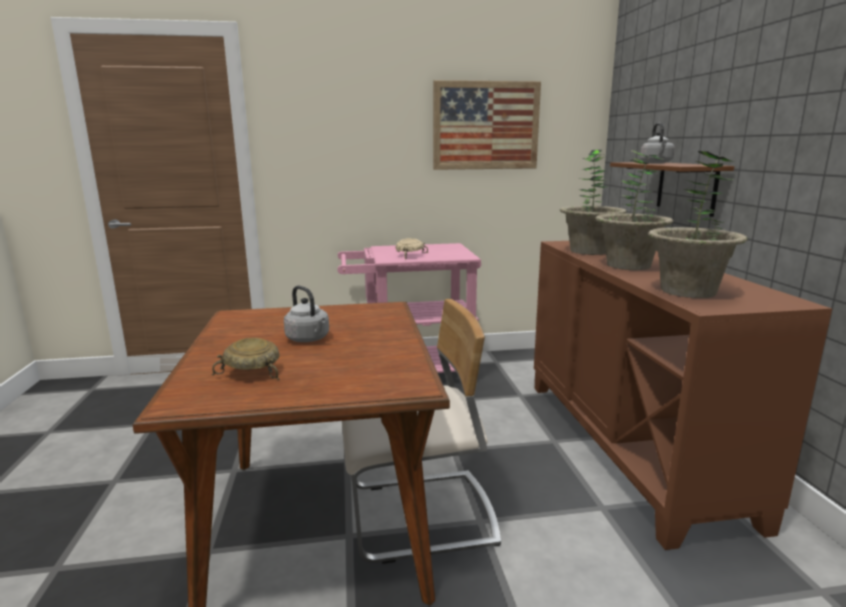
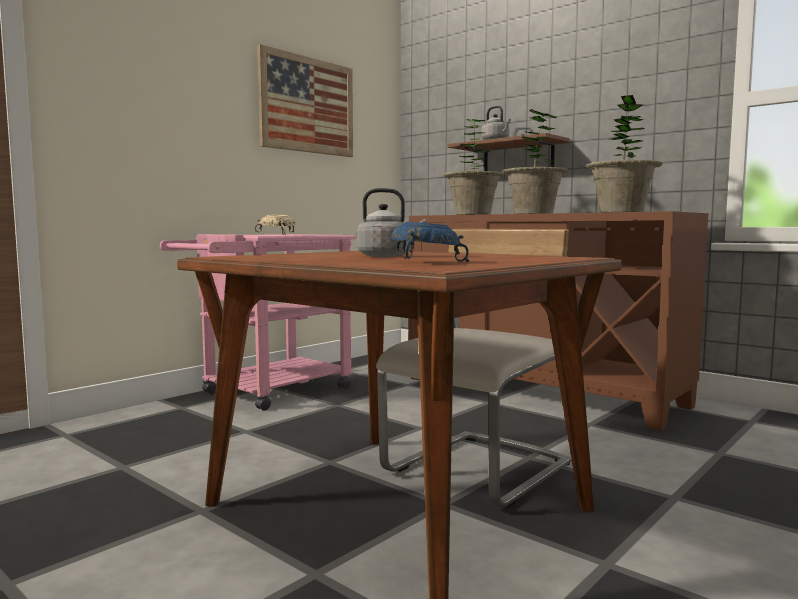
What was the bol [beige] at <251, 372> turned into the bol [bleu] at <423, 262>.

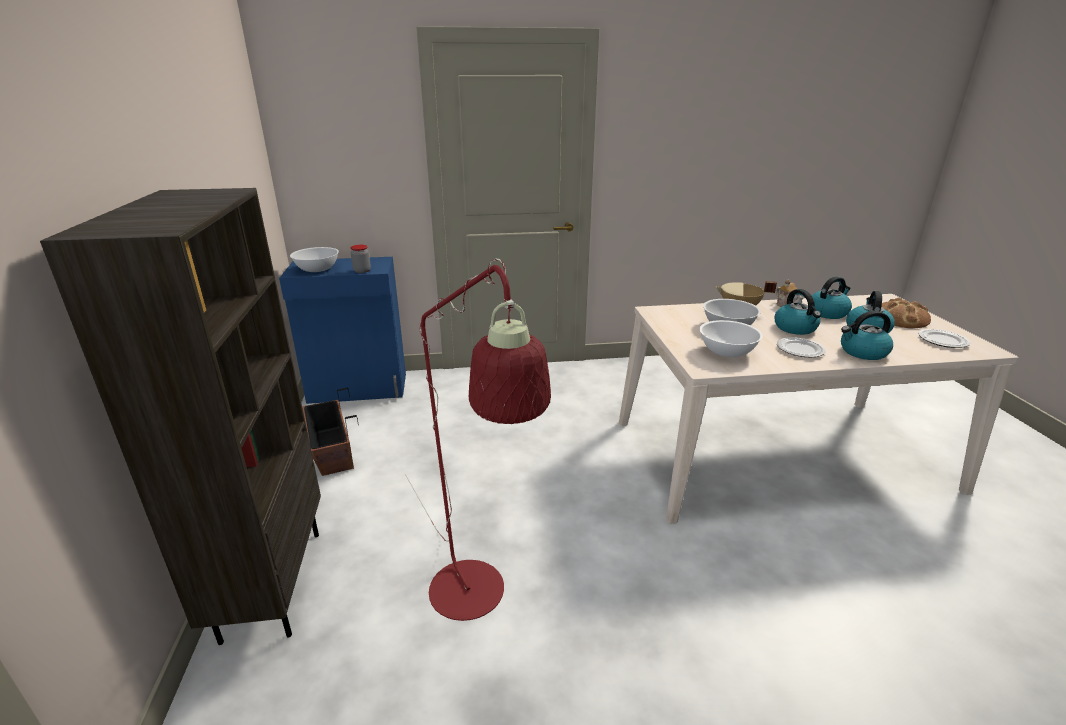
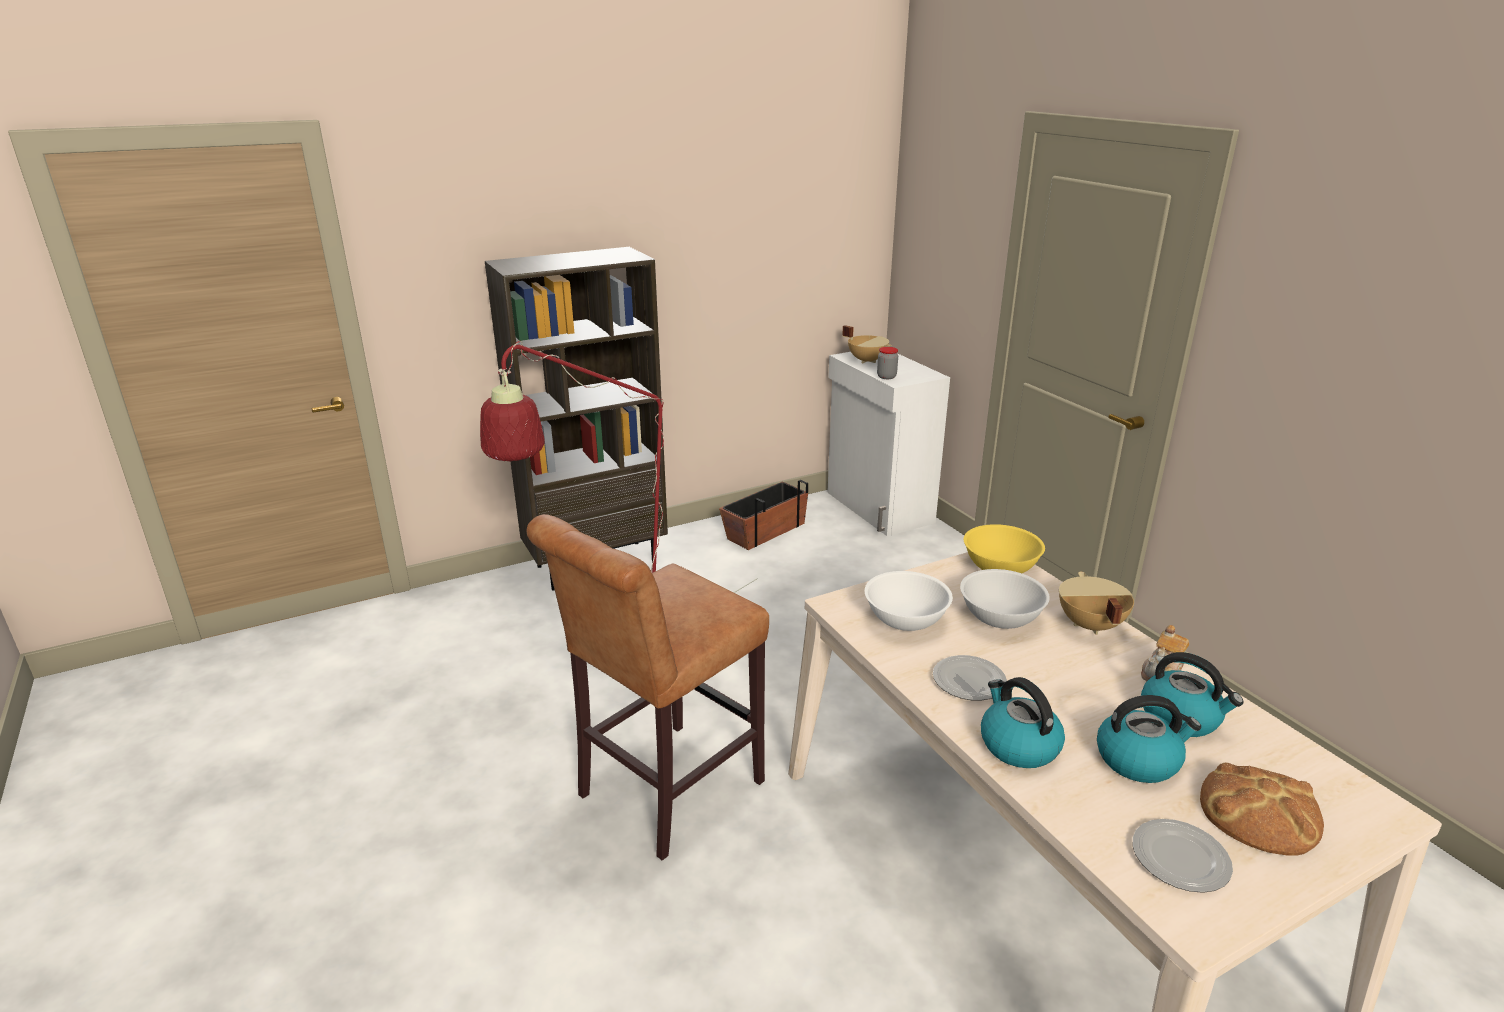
Where the bol [blanc] stood at <317, 269>, the marmite [beige] came to stand at <867, 360>. What was the meuble de rangement [bleu] at <358, 389> turned into the meuble de rangement [blanc] at <878, 508>. The second view lost the bouilloire at <796, 328>. The second view gained the tabouret [marron] at <663, 793>. The second view gained the bol [jaune] at <1000, 567>.

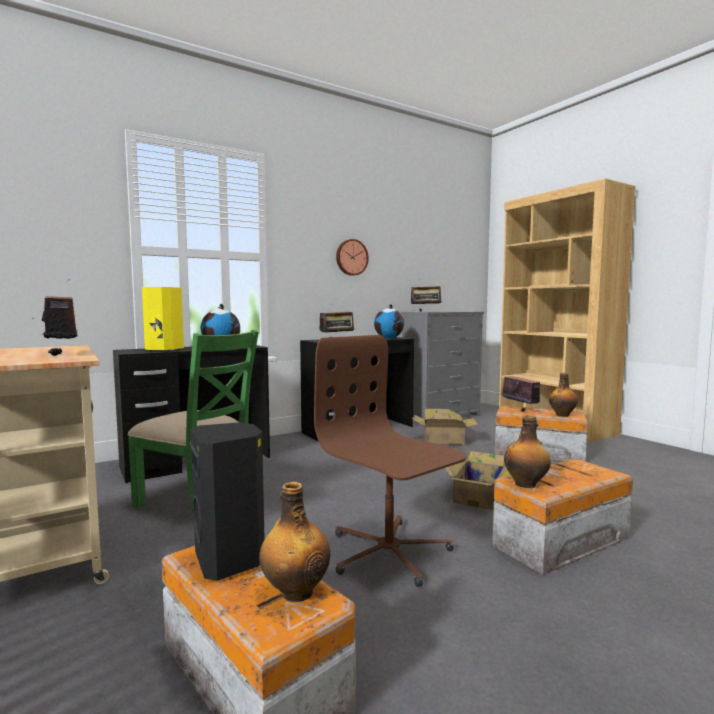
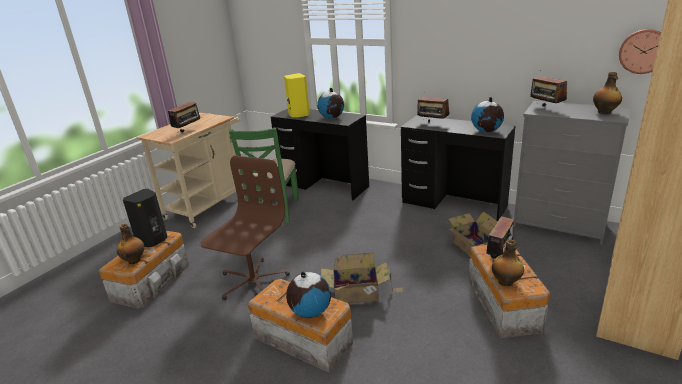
The horloge murale ended up elsewhere, having gone from <351, 257> to <644, 51>. The bouteille ended up elsewhere, having gone from <526, 484> to <604, 112>. The second view gained the globe at <310, 311>.

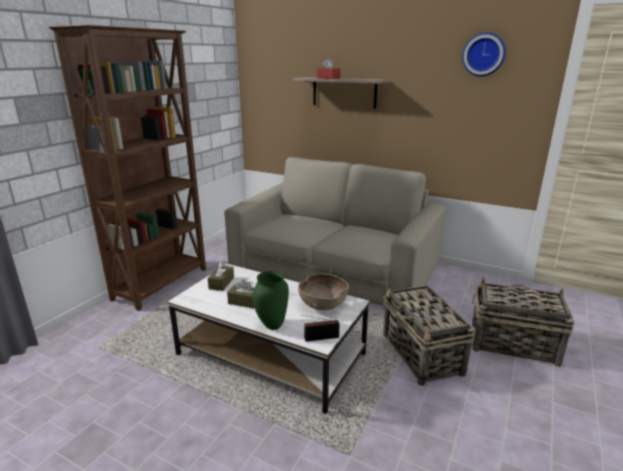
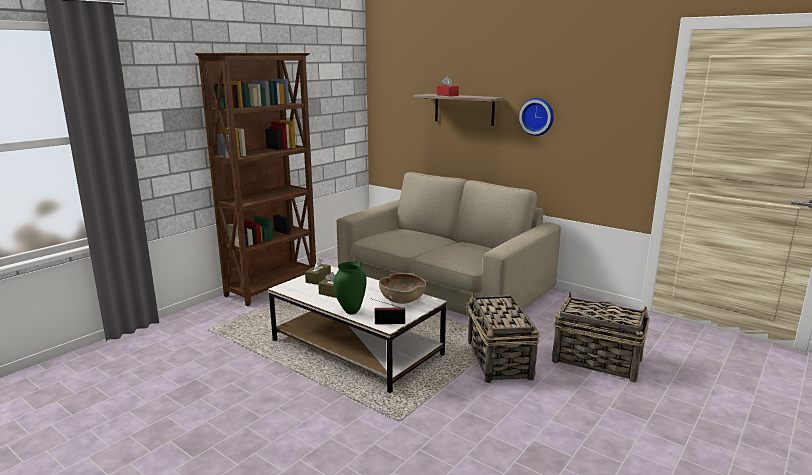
The horloge murale ended up elsewhere, having gone from <484, 54> to <537, 116>.

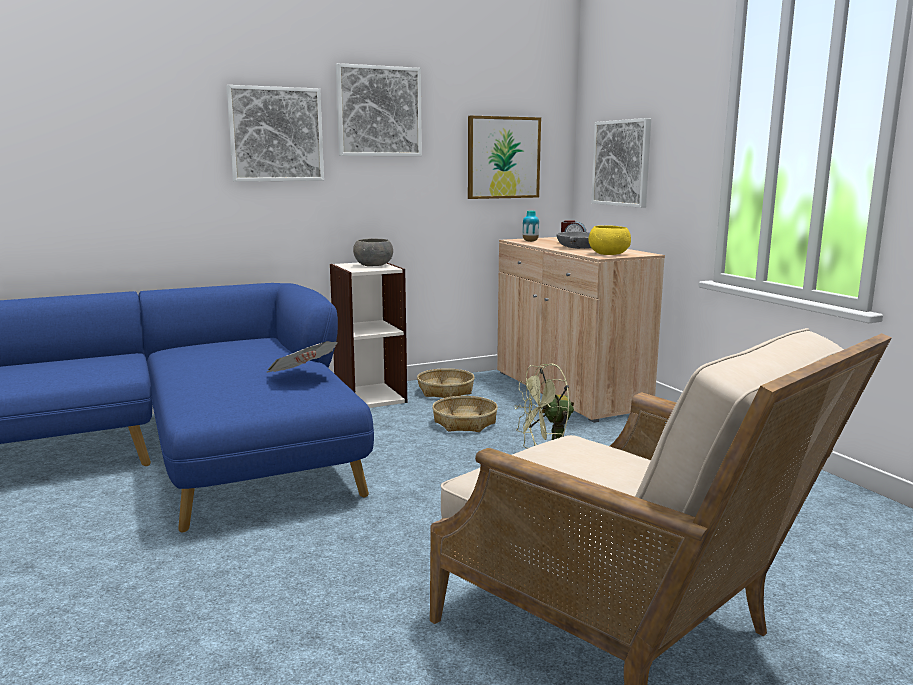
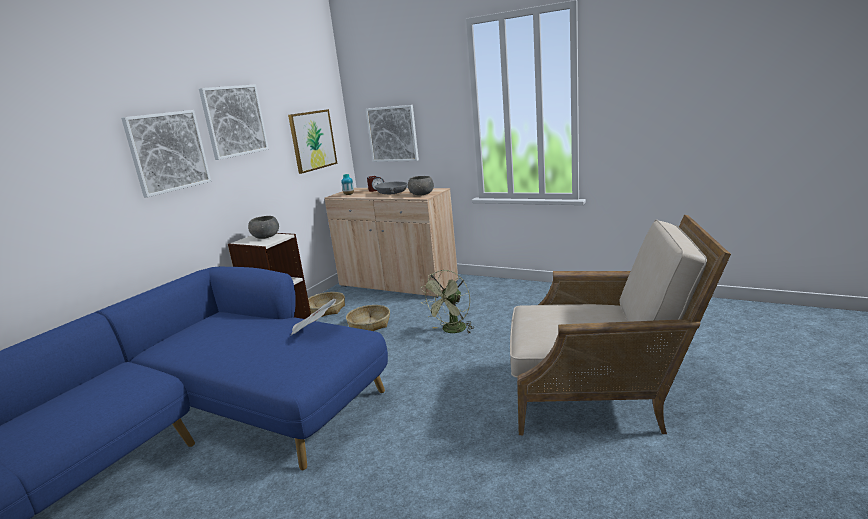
What was the bol [jaune] at <609, 254> turned into the bol [gris] at <422, 194>.

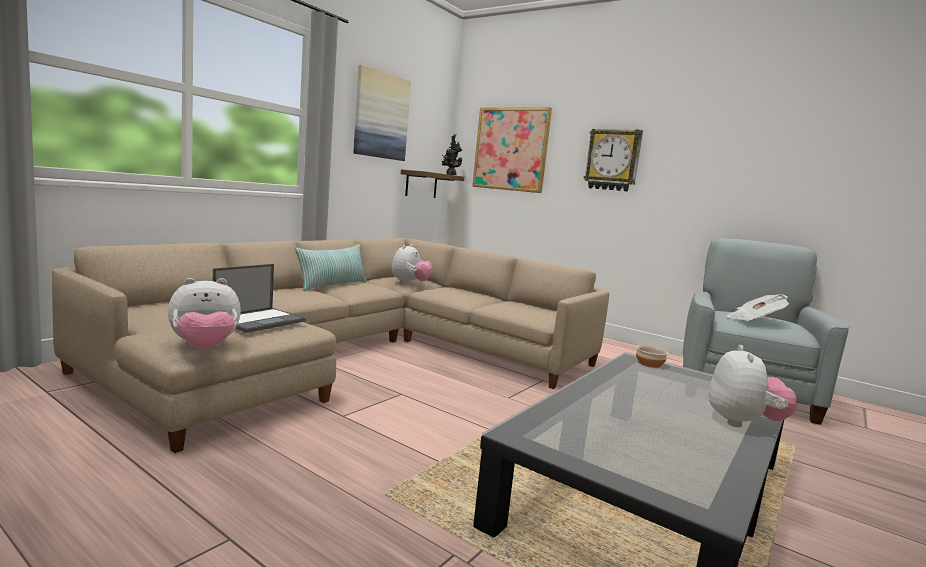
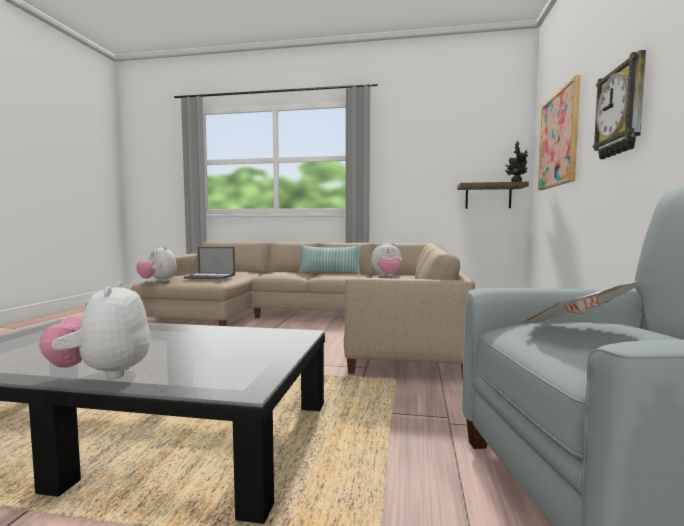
The second view lost the tableau at <381, 116>. The second view lost the bol at <649, 364>. The peluche at <743, 423> ended up facing another way, 90 degrees clockwise from before.

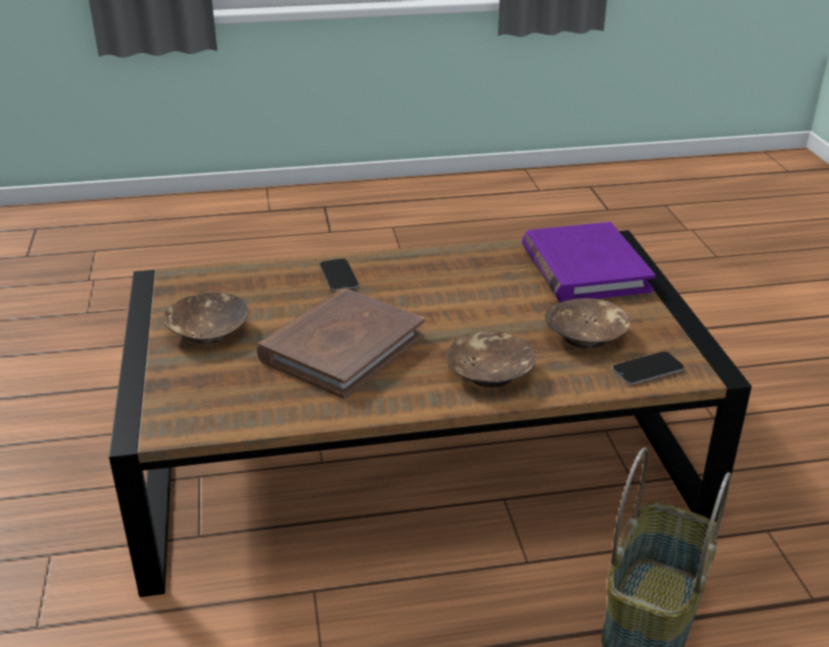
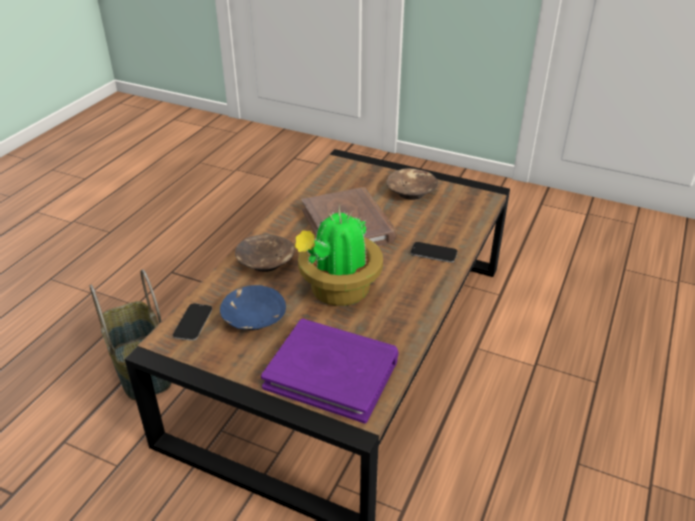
What was the bol [marron] at <586, 336> turned into the bol [bleu] at <253, 318>. The second view gained the plante en pot at <338, 291>.

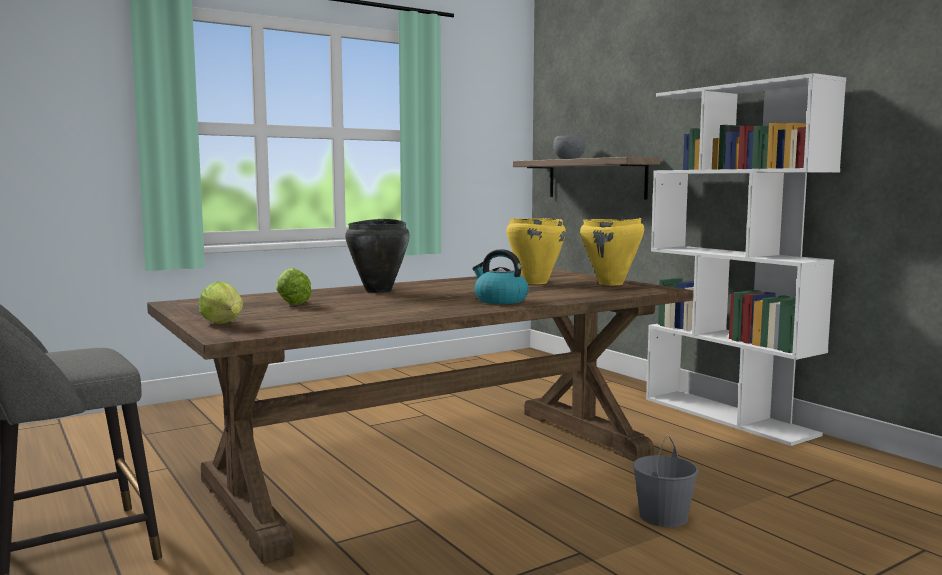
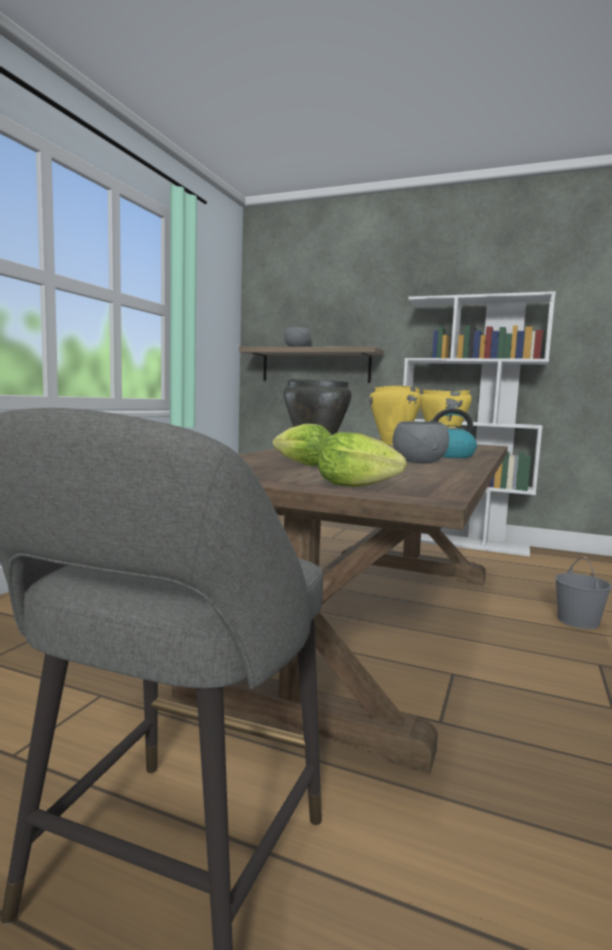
The second view gained the bol [gris] at <418, 462>.

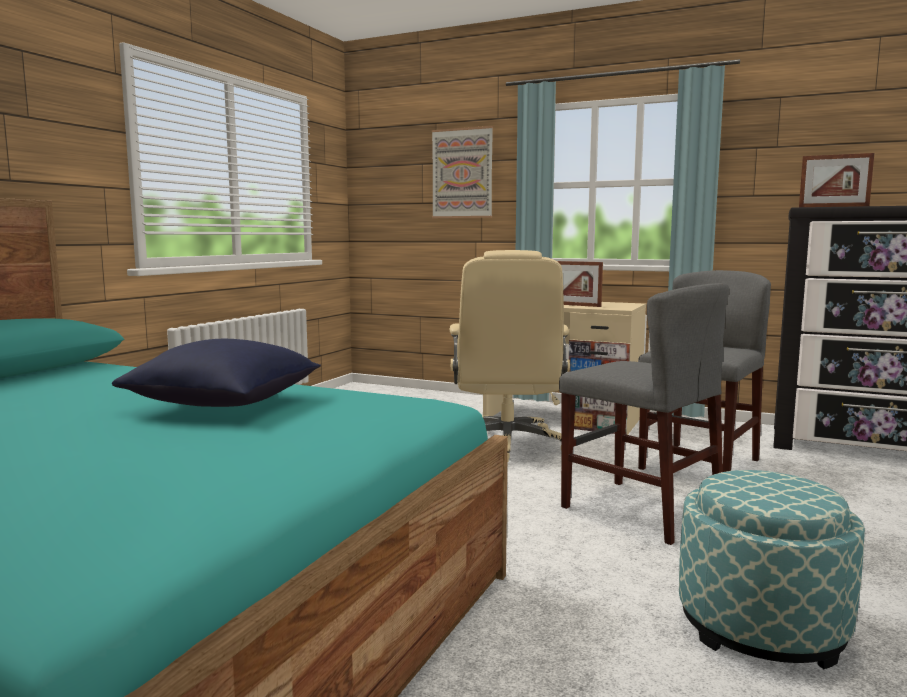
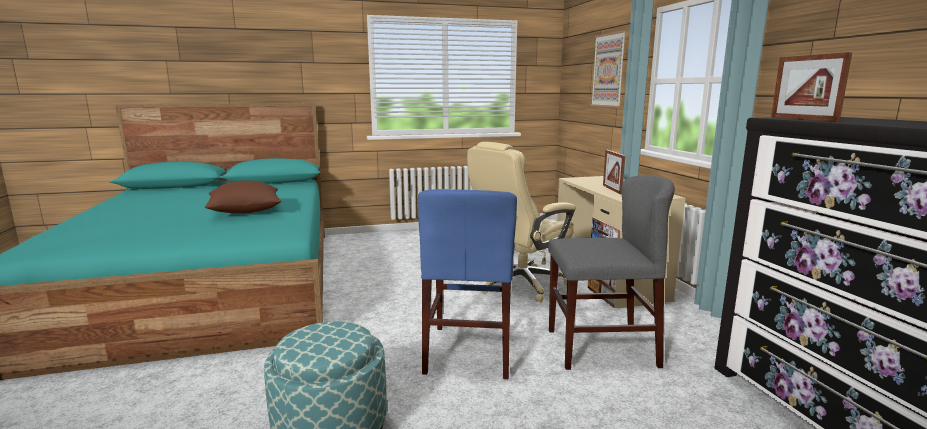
What was the chaise [gris] at <640, 510> turned into the chaise [bleu] at <469, 351>. What was the coussin [bleu] at <226, 404> turned into the coussin [marron] at <245, 211>.

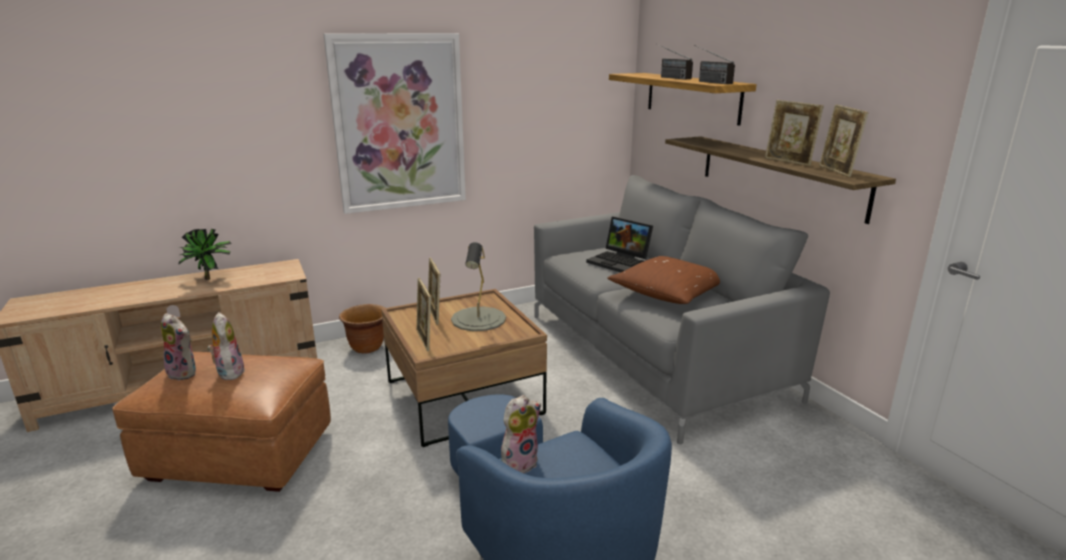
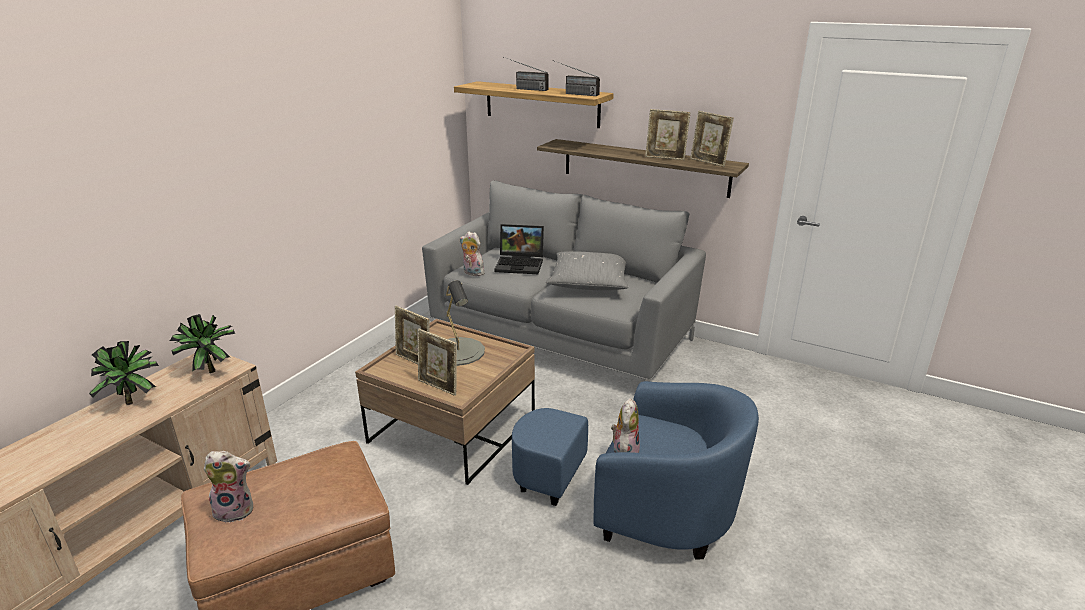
The second view lost the tableau at <399, 123>. What was the coussin [marron] at <669, 292> turned into the coussin [gris] at <589, 282>. The second view lost the cache-pot [marron] at <367, 347>. The peluche ended up elsewhere, having gone from <229, 372> to <472, 273>. The second view gained the plante en pot at <209, 370>.

